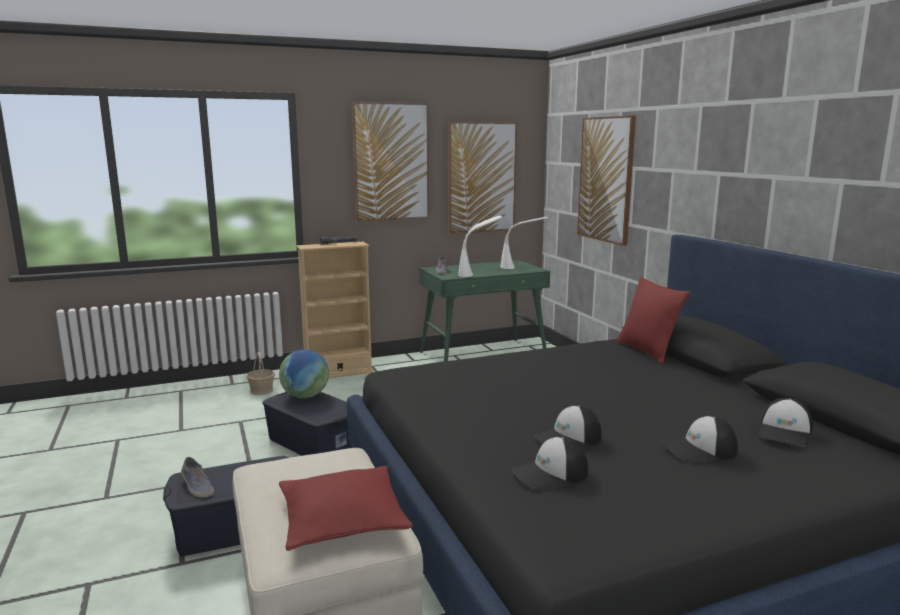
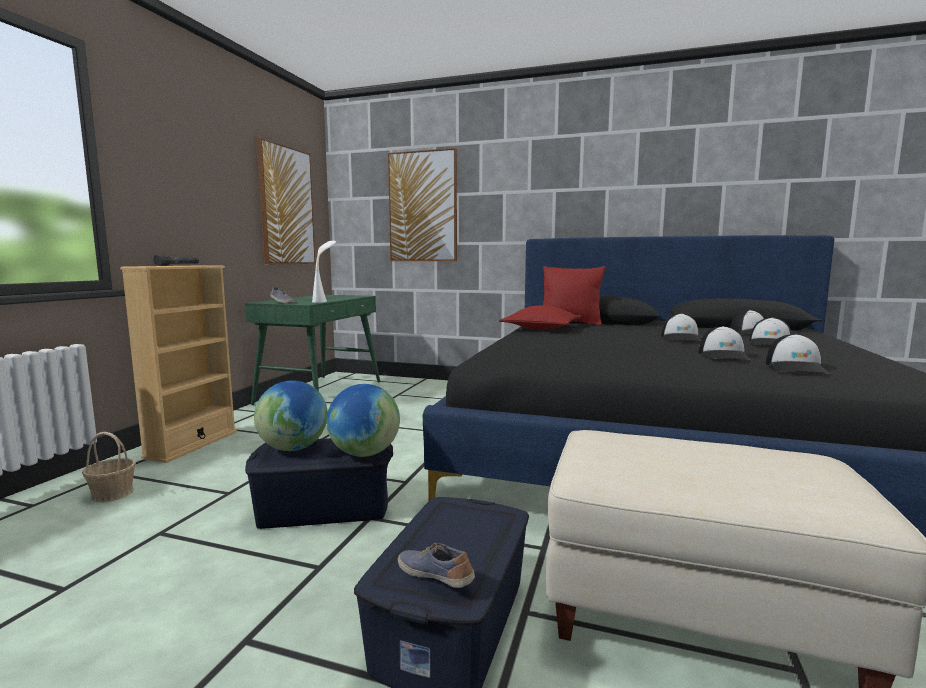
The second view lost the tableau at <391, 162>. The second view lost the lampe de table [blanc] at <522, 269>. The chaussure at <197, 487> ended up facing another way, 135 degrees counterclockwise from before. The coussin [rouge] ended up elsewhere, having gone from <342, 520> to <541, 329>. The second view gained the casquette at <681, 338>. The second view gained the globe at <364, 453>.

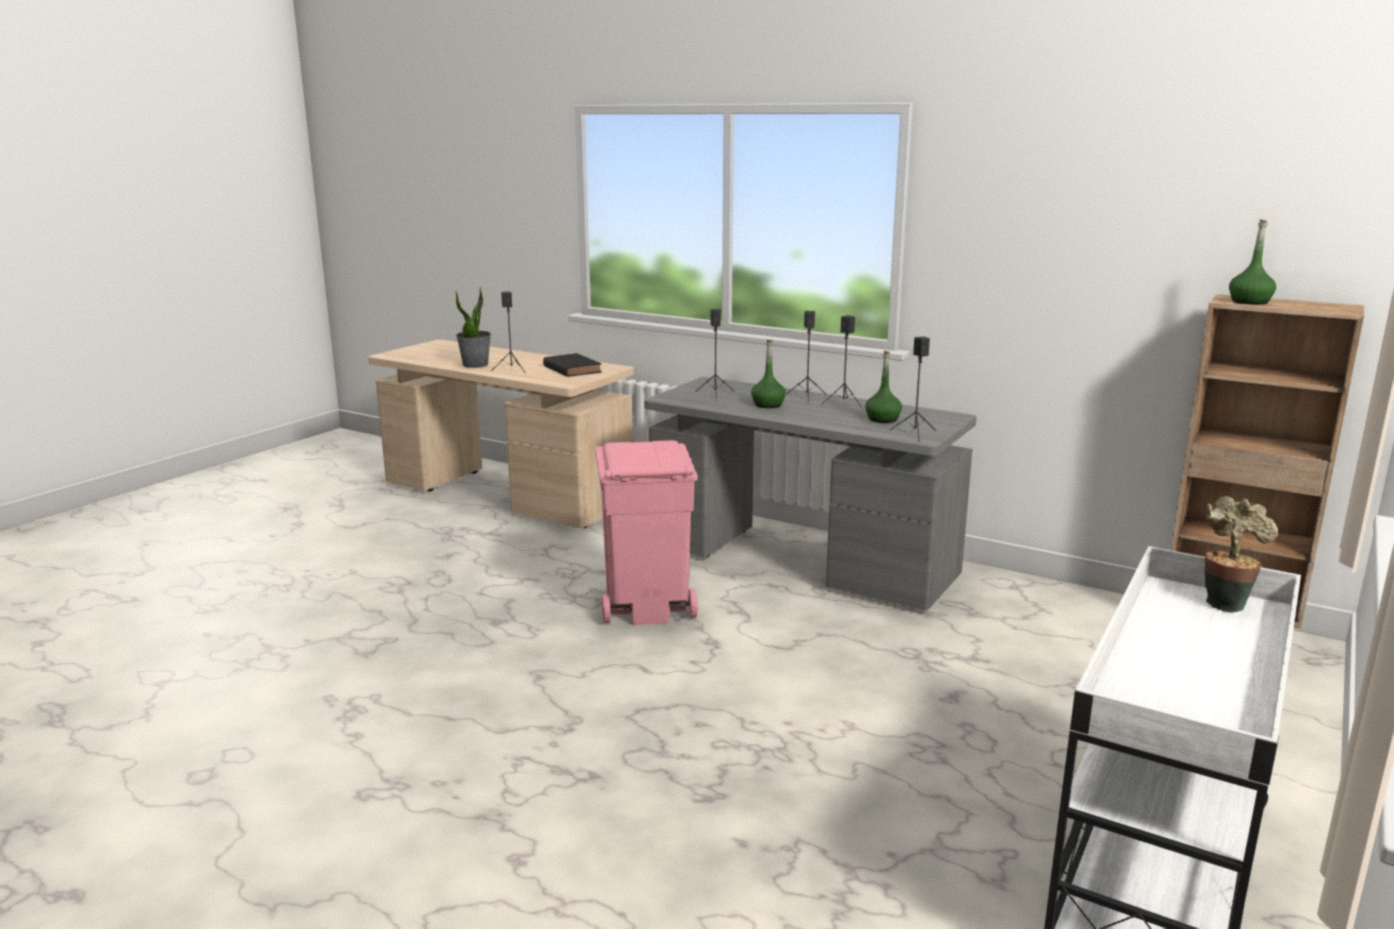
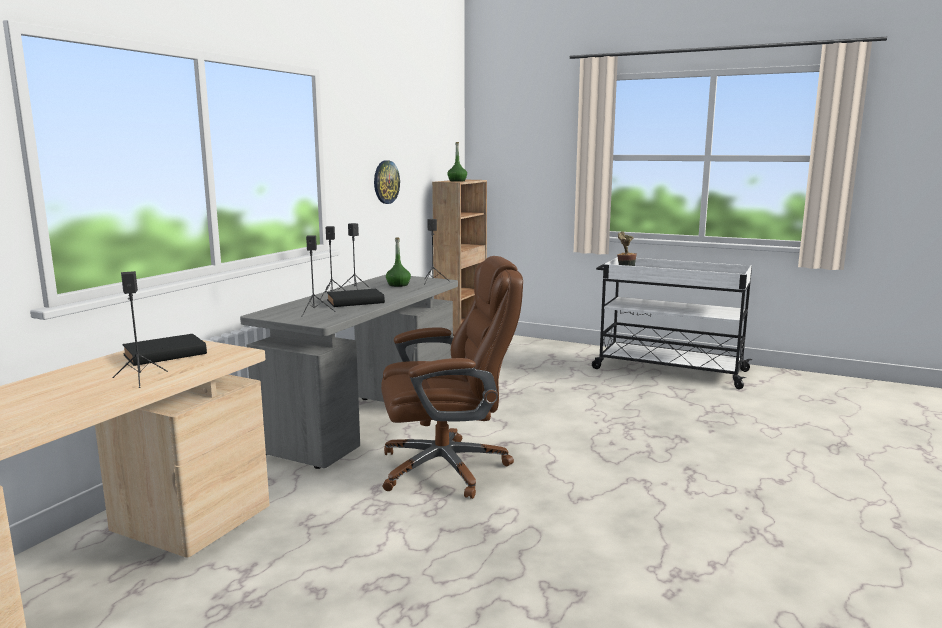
The second view lost the plante en pot at <475, 365>. Where the bouteille [vert] stood at <768, 405>, the livre [noir] came to stand at <354, 302>. Where the poubelle [rose] stood at <646, 605>, the chaise de bureau [marron] came to stand at <447, 468>. The second view gained the horloge murale at <386, 182>.

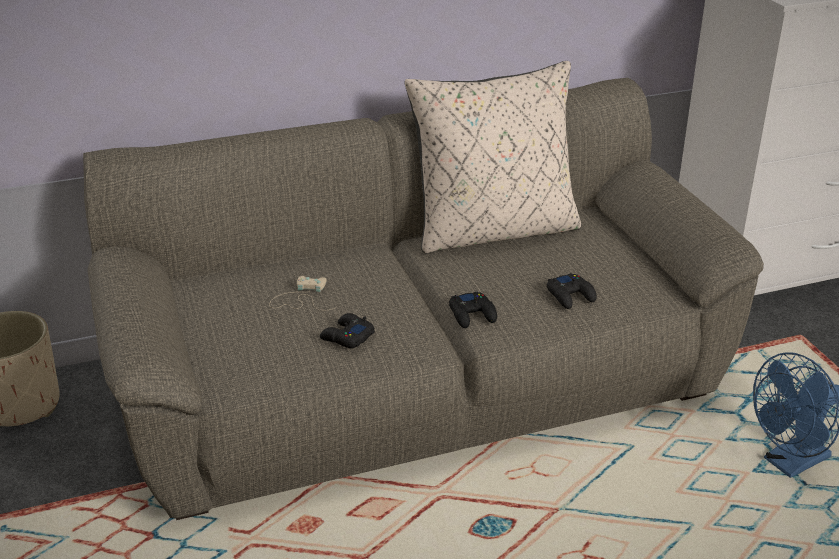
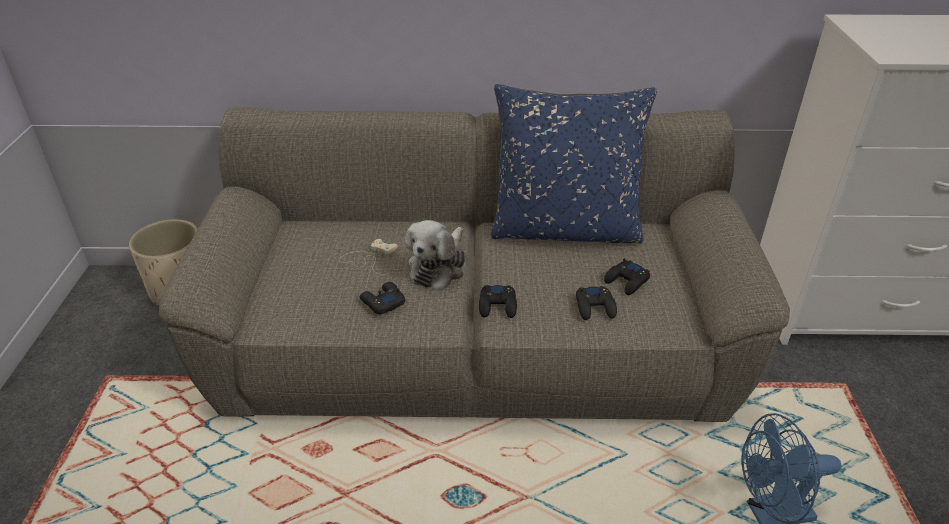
What was the coussin [beige] at <494, 231> turned into the coussin [bleu] at <565, 229>. The second view gained the peluche at <439, 266>. The second view gained the manette [noir] at <627, 281>.

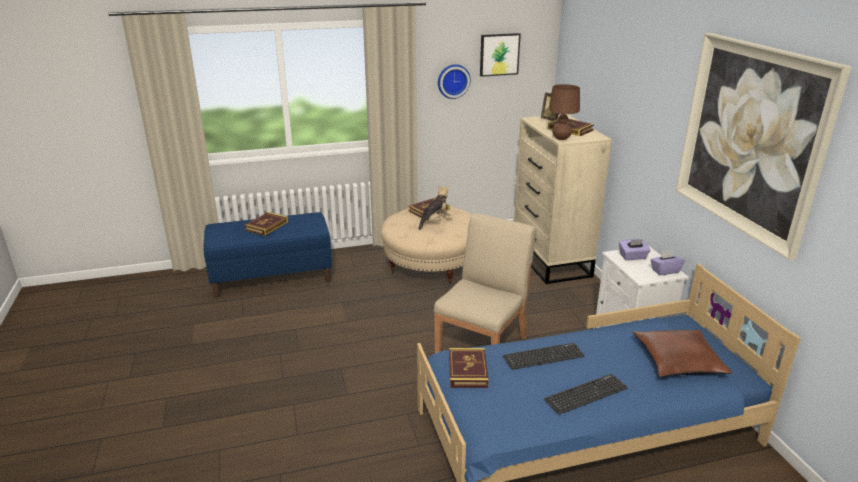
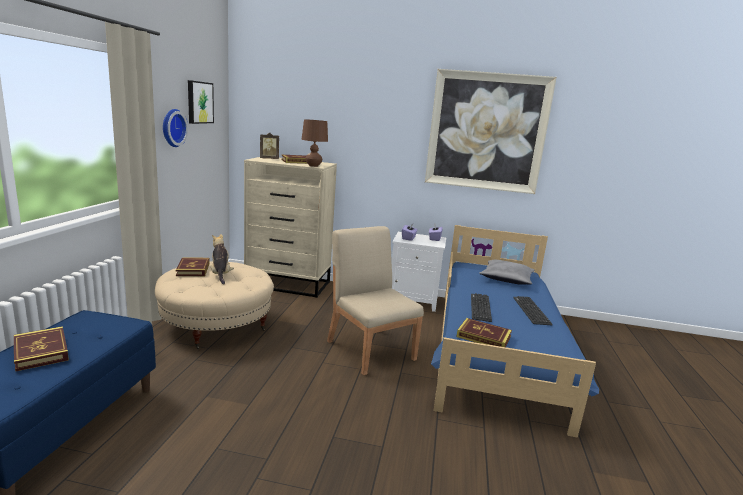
What was the coussin [marron] at <678, 361> turned into the coussin [gris] at <507, 279>.

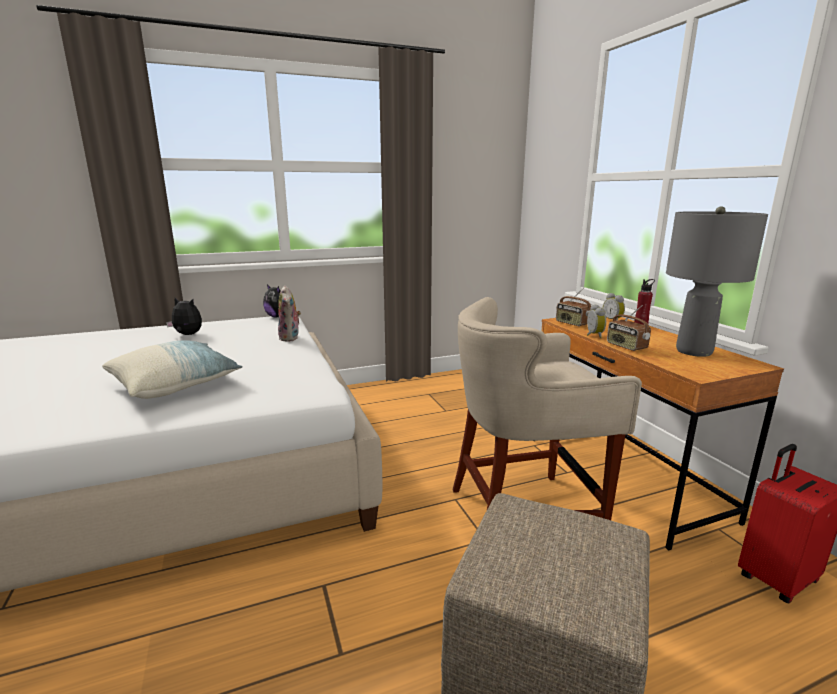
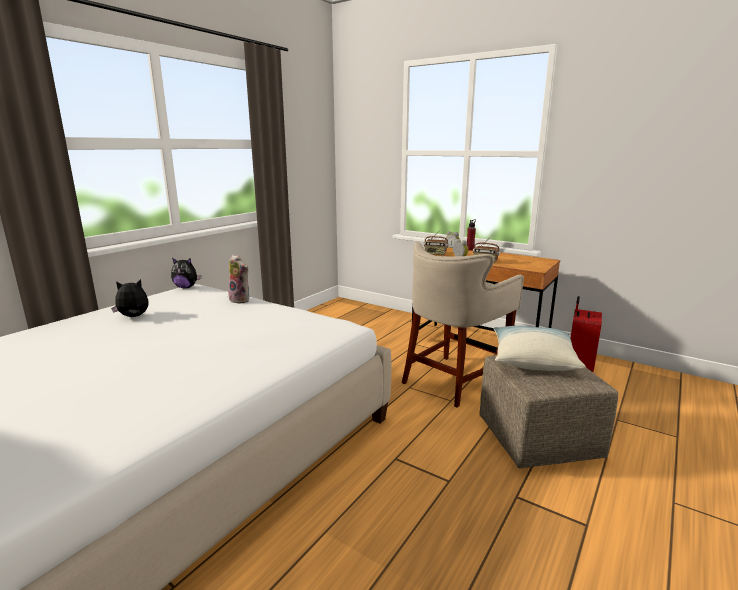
The second view lost the lampe de table [gris] at <694, 351>. The coussin ended up elsewhere, having gone from <176, 384> to <532, 360>.

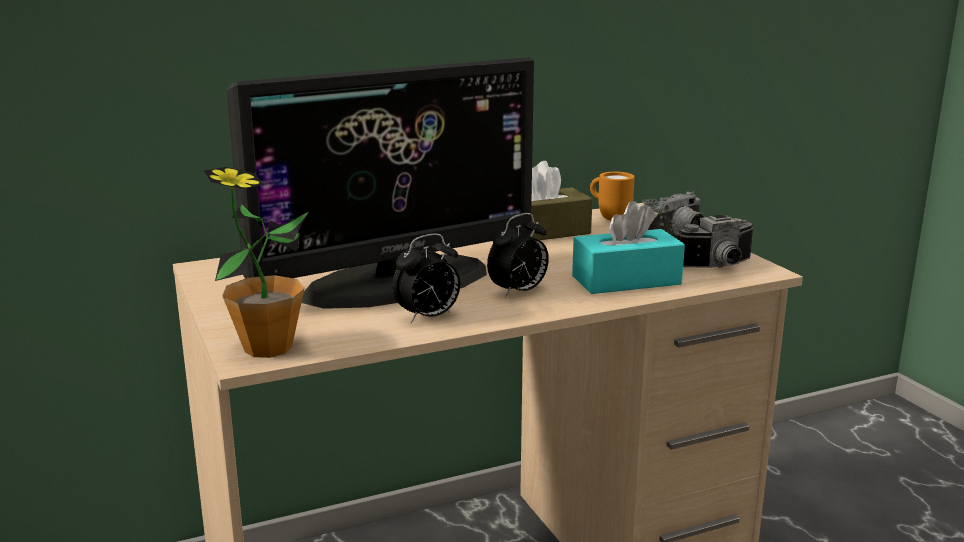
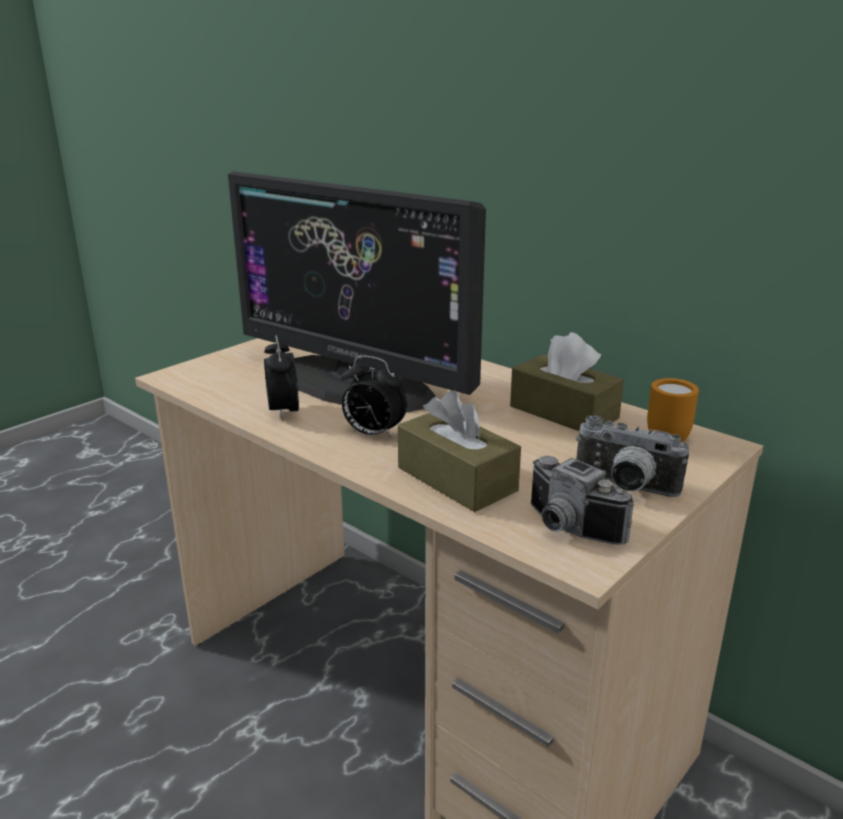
The second view lost the plante en pot at <267, 348>. What was the boîte à mouchoirs [turquoise] at <626, 280> turned into the boîte à mouchoirs [marron] at <456, 479>. The réveil at <428, 317> ended up facing another way, 45 degrees clockwise from before.

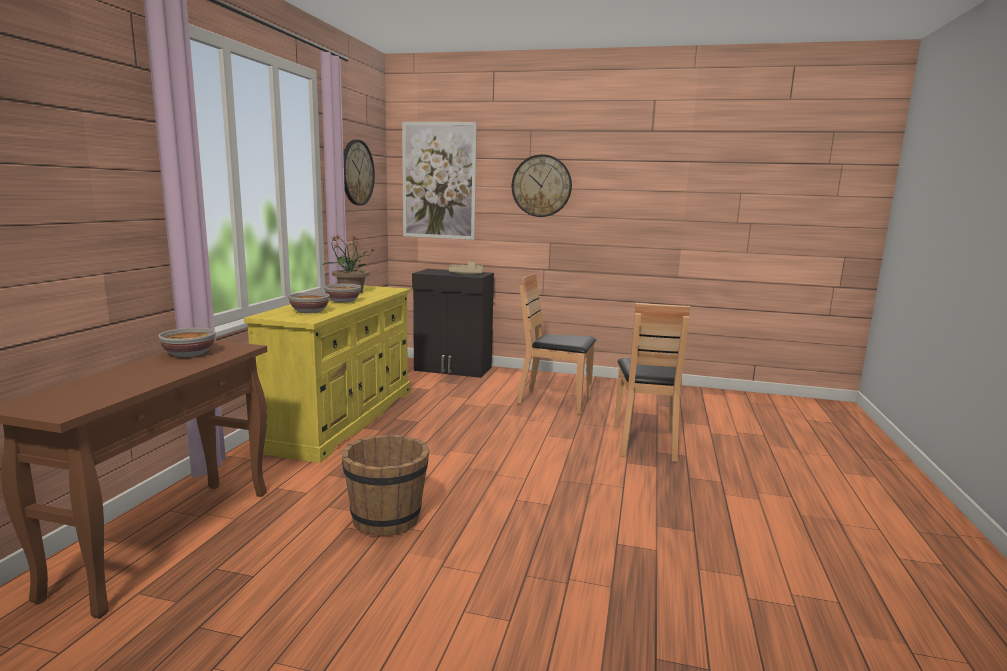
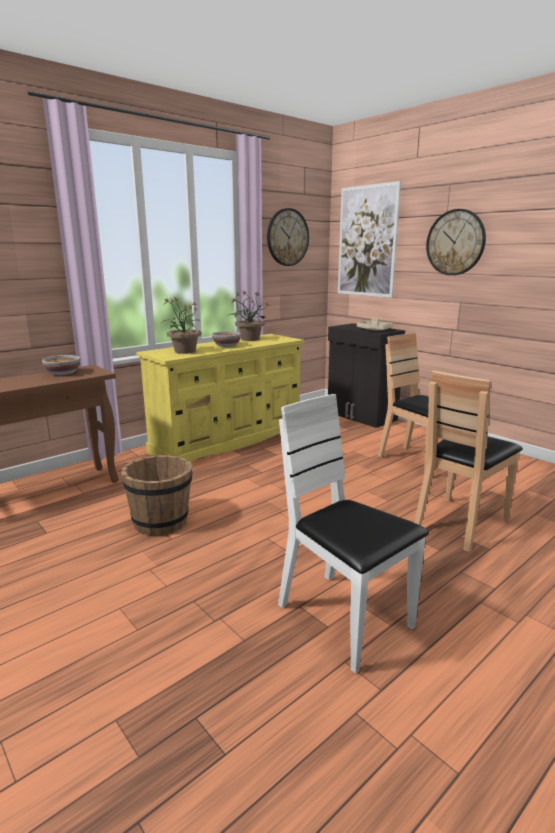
Where the bol stood at <309, 311>, the plante en pot came to stand at <184, 351>. The second view gained the chaise [blanc] at <344, 618>.

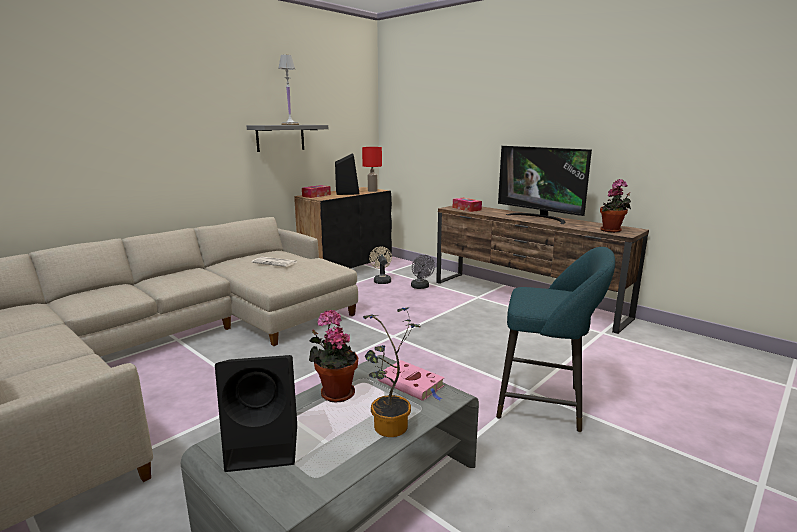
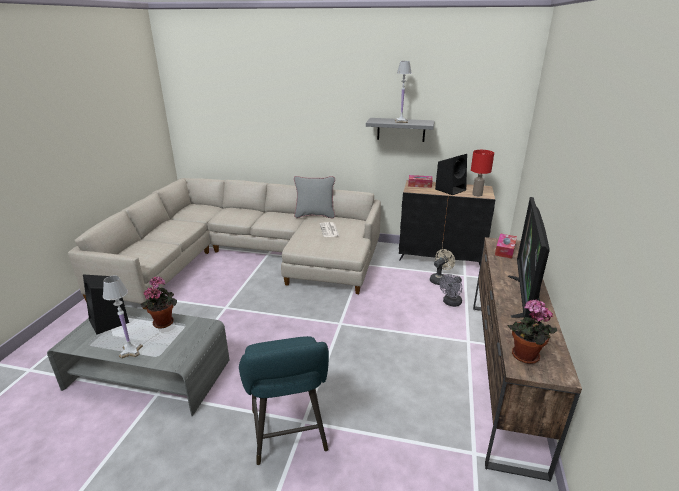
Where the plante en pot stood at <388, 430>, the lampe de table [blanc] came to stand at <131, 351>. The second view lost the livre [rose] at <412, 384>. The second view gained the coussin [gris] at <315, 215>.

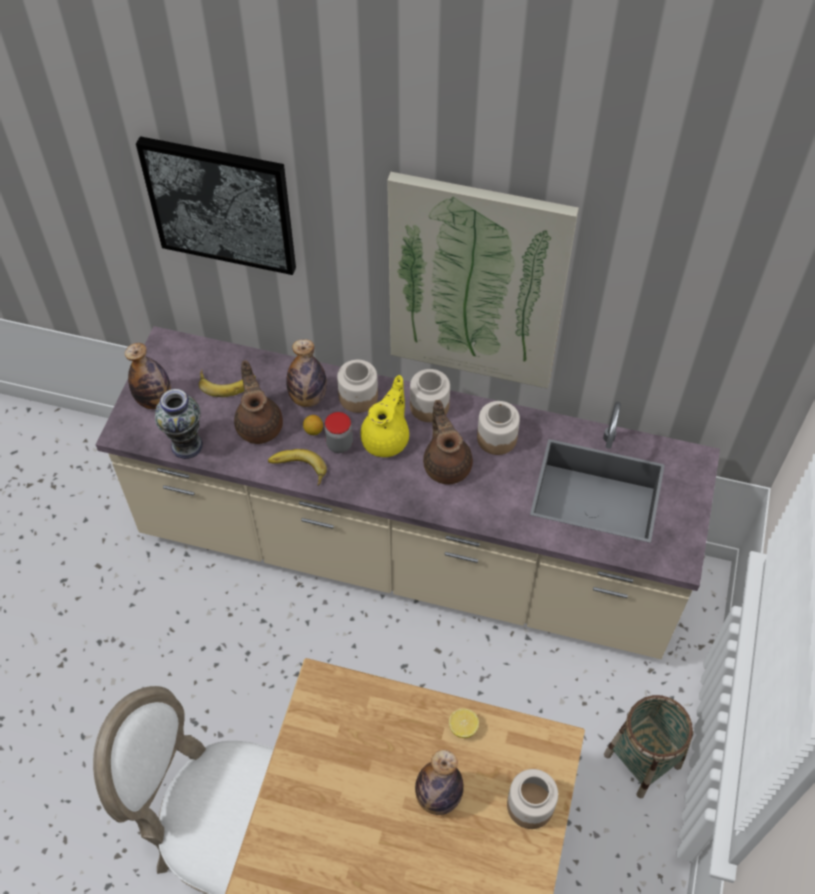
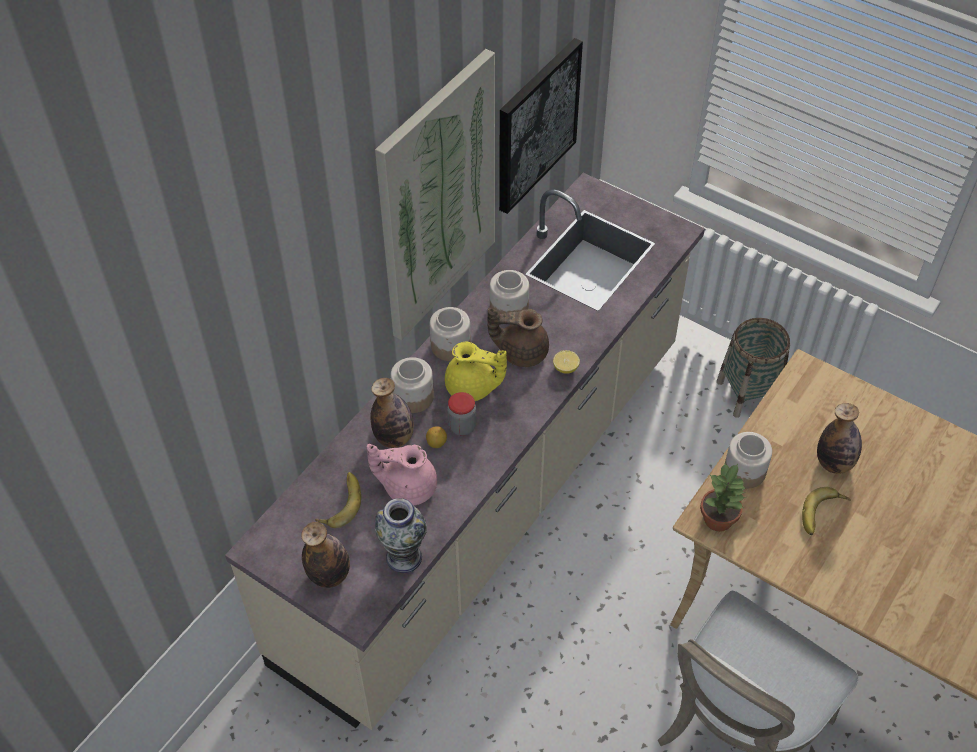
The tableau ended up elsewhere, having gone from <221, 204> to <536, 125>. What was the théière [marron] at <259, 424> turned into the théière [rose] at <408, 486>. The théière [jaune] at <387, 438> ended up facing another way, 150 degrees clockwise from before. The banane ended up elsewhere, having gone from <297, 470> to <823, 515>. The citron ended up elsewhere, having gone from <463, 727> to <565, 368>. The bocal ended up elsewhere, having gone from <529, 806> to <745, 471>. The second view gained the plante en pot at <719, 519>.

